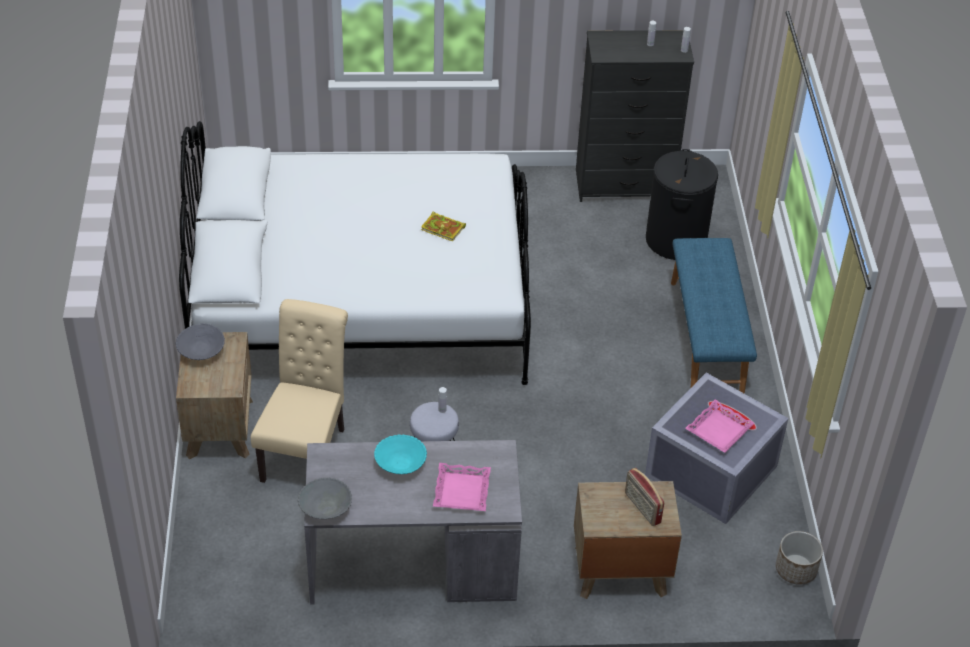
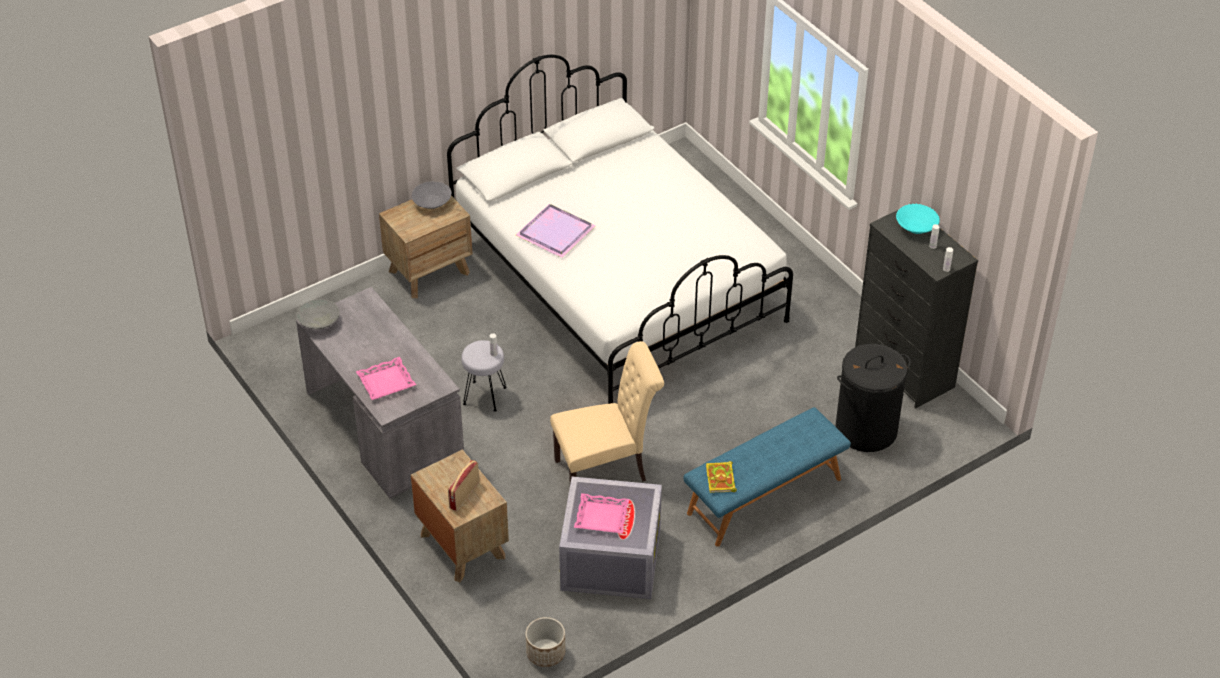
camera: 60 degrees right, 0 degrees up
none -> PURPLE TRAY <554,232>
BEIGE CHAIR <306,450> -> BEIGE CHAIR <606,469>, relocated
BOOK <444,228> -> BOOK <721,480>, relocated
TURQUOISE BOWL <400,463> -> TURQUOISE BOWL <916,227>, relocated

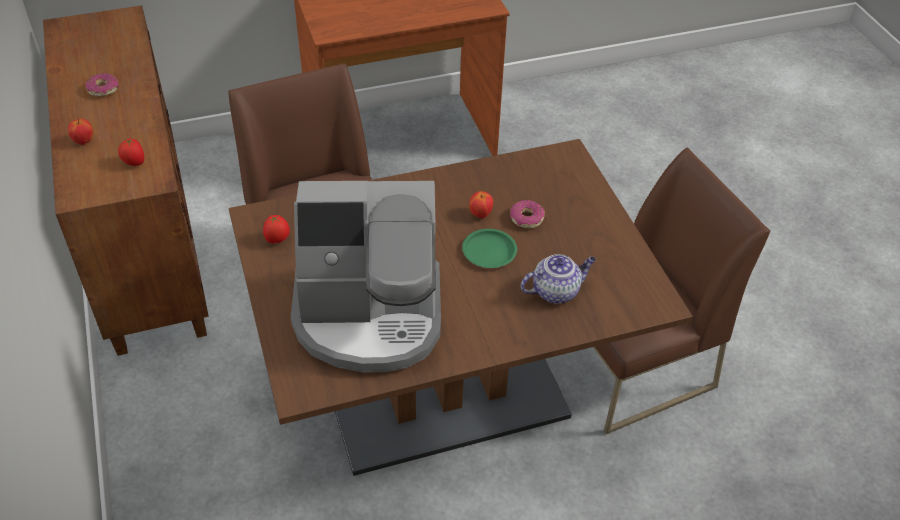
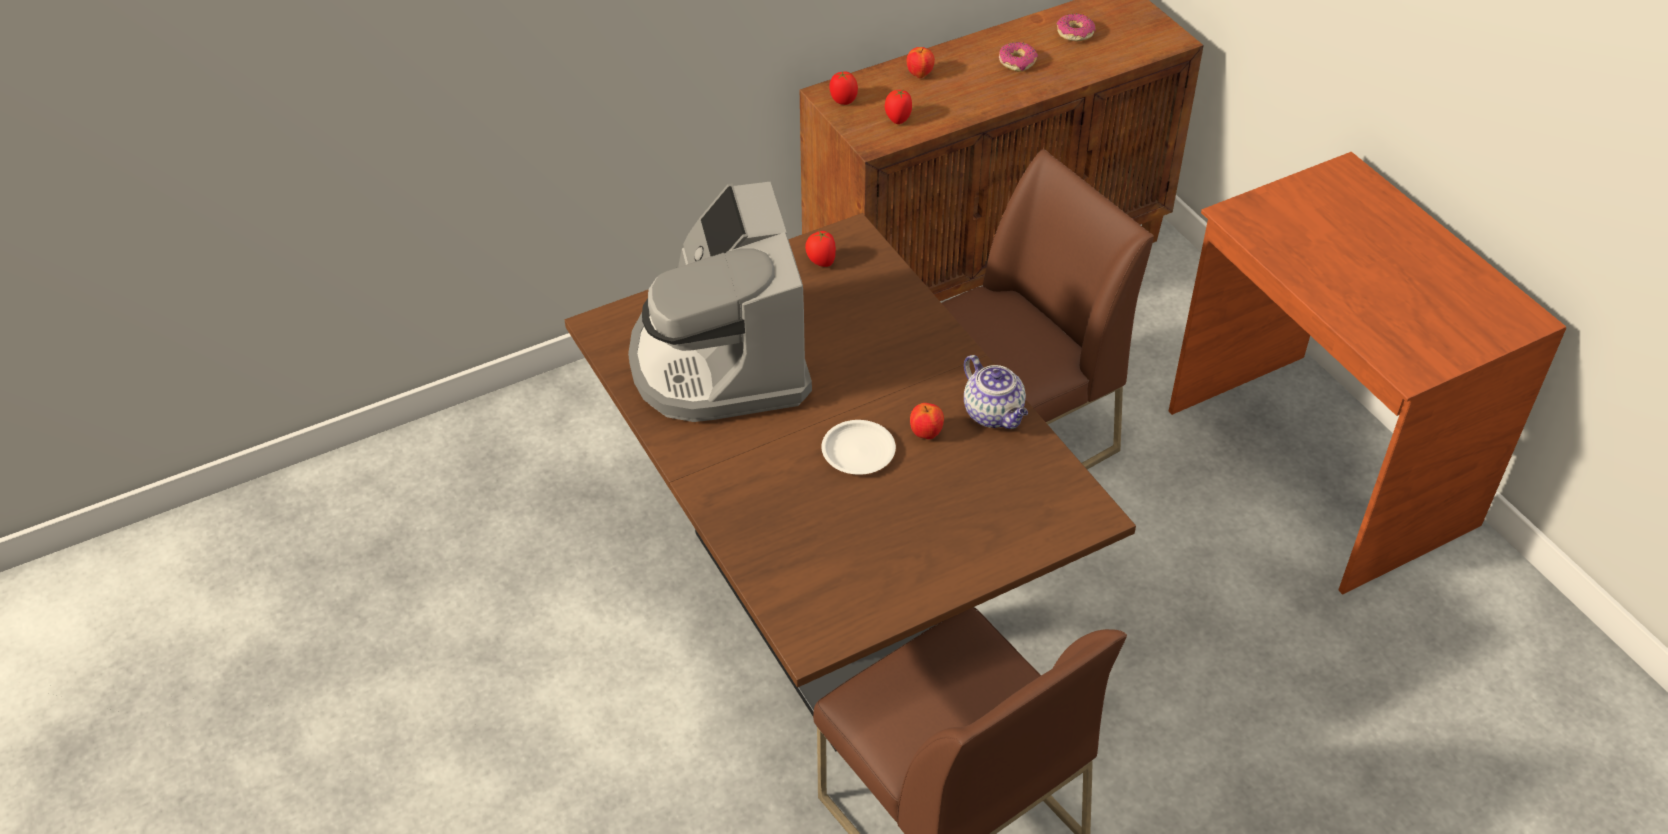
camera: 80 degrees right, 0 degrees up
GREEN PLATE <488,251> -> WHITE PLATE <858,451>
none -> TOMATO <843,101>
TEAPOT <556,291> -> TEAPOT <994,414>, relocated
DONUT <526,218> -> DONUT <1075,33>, relocated

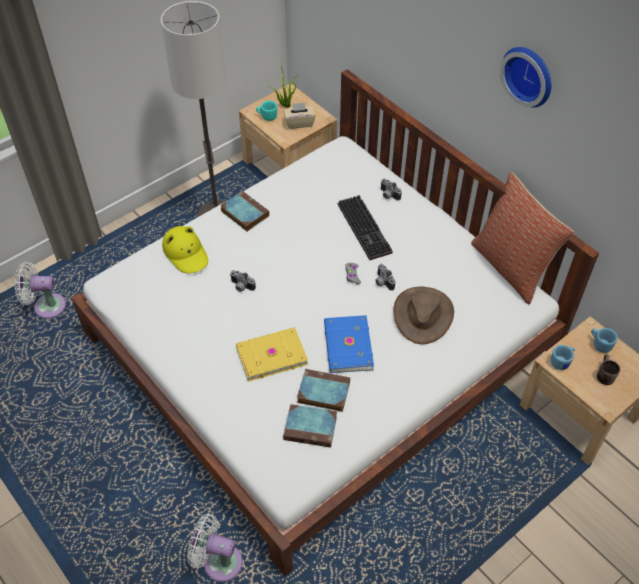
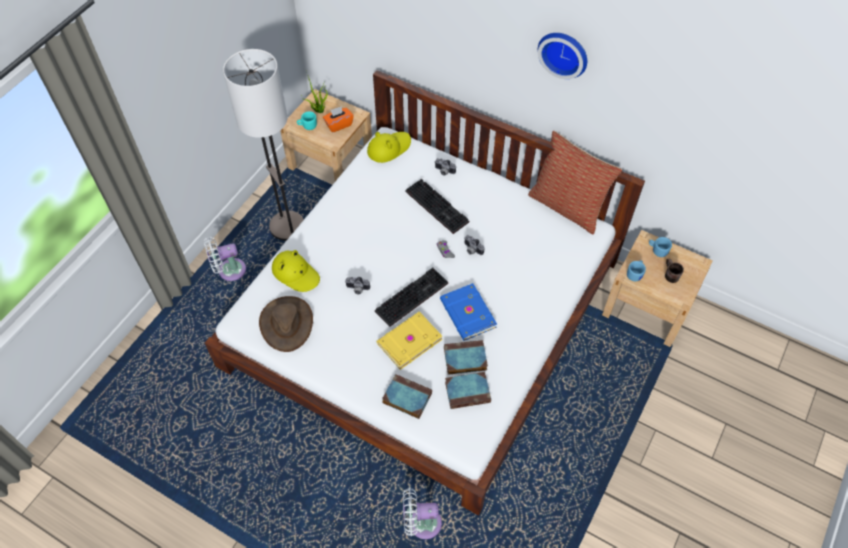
camera: 20 degrees left, 5 degrees up
WHITE FAN <46,306> -> WHITE FAN <229,271>, relocated
BROWN HAT <422,315> -> BROWN HAT <286,323>, relocated
BEIGE TISSUE BOX <299,123> -> ORANGE TISSUE BOX <339,124>
none -> YELLOW HAT <389,148>
none -> KEYBOARD <411,295>
BOOK <244,213> -> BOOK <406,398>, relocated

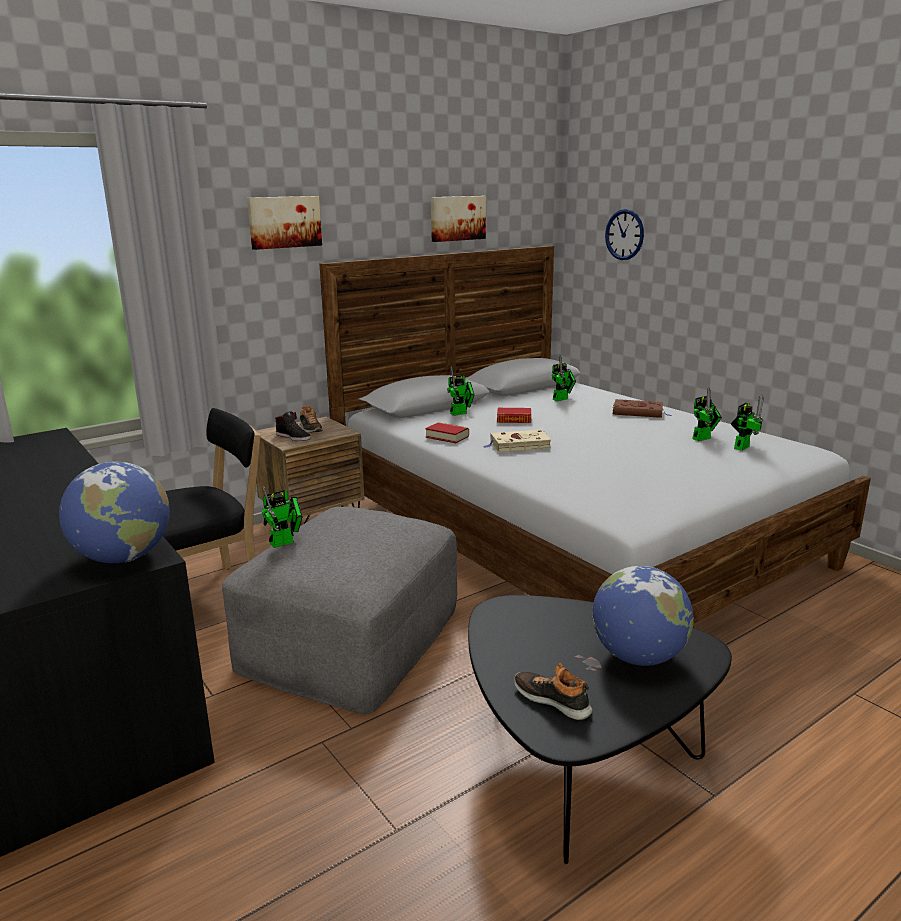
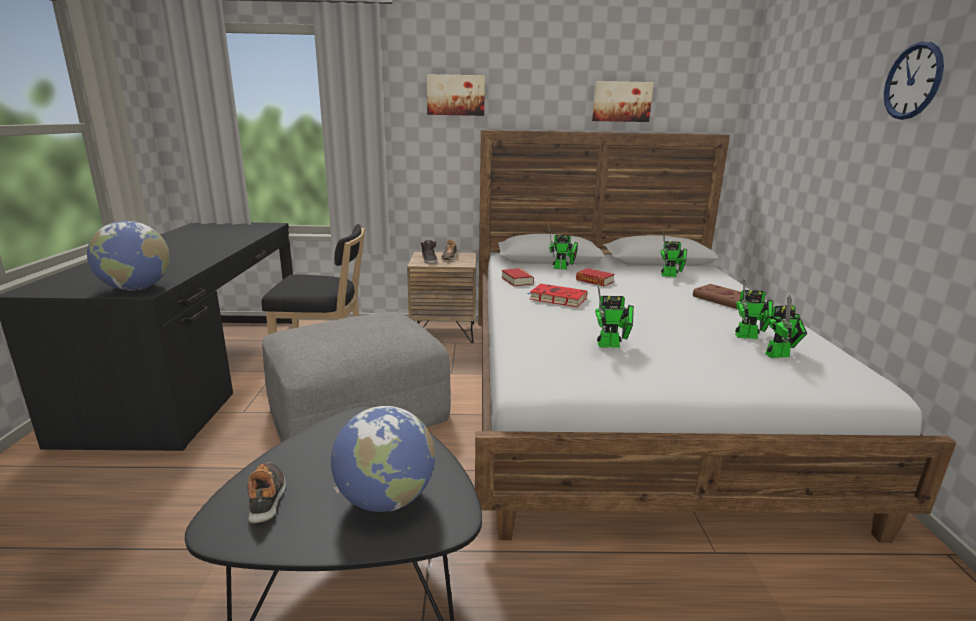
camera: 35 degrees right, 0 degrees up
BEIGE BOOK <518,445> -> RED BOOK <556,298>
TOY ROBOT <285,542> -> TOY ROBOT <612,345>, relocated
WALL CLOCK <624,234> -> WALL CLOCK <913,81>, relocated

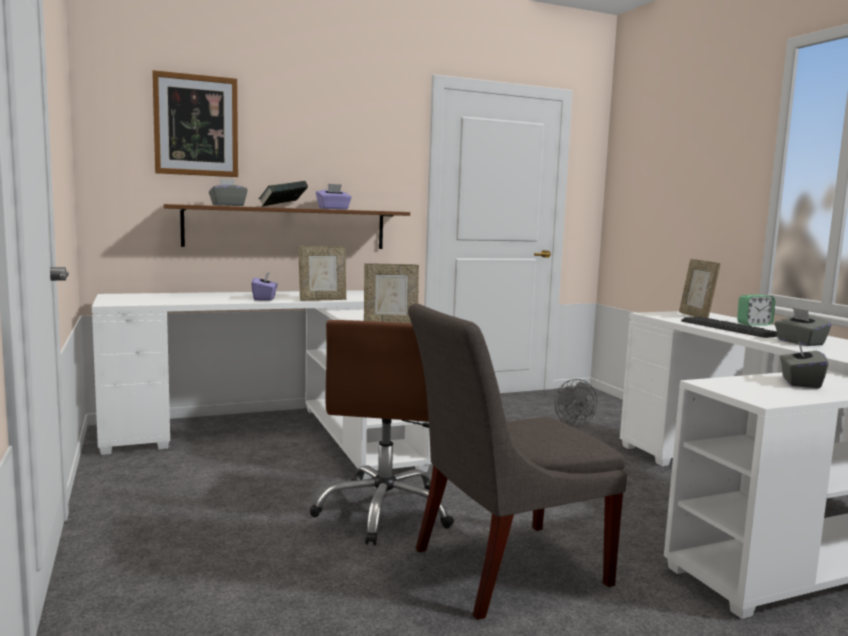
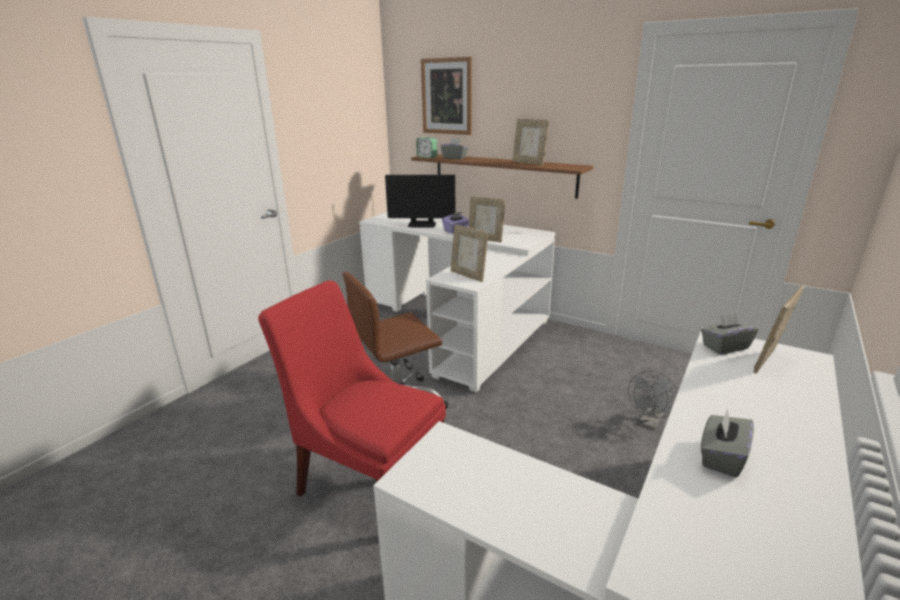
camera: 55 degrees right, 15 degrees up
GREY CHAIR <502,568> -> RED CHAIR <367,479>
none -> MONITOR <422,225>
ALARM CLOCK <754,324> -> ALARM CLOCK <427,157>, relocated
PURPLE TISSUE BOX <333,209> -> PICTURE FRAME <529,163>
GREY TISSUE BOX <800,382> -> GREY TISSUE BOX <724,347>, relocated
BOOK <283,207> -> none
KEYBOARD <729,328> -> none

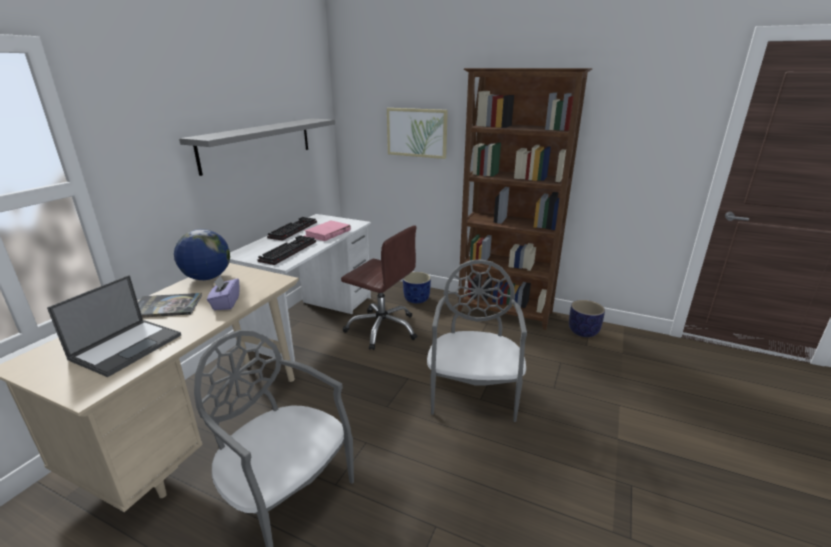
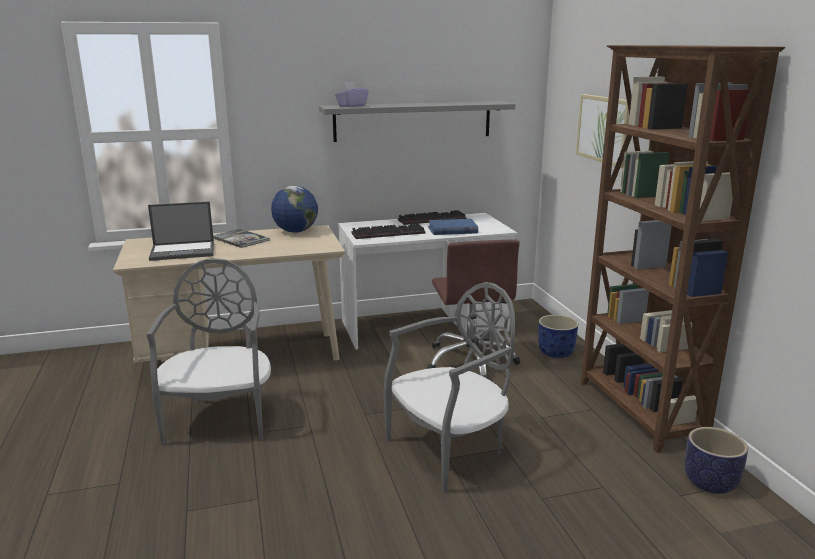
camera: 50 degrees right, 5 degrees down
PURPLE TISSUE BOX <226,303> -> PURPLE TISSUE BOX <352,106>, relocated
PINK BOOK <328,233> -> BLUE BOOK <452,230>

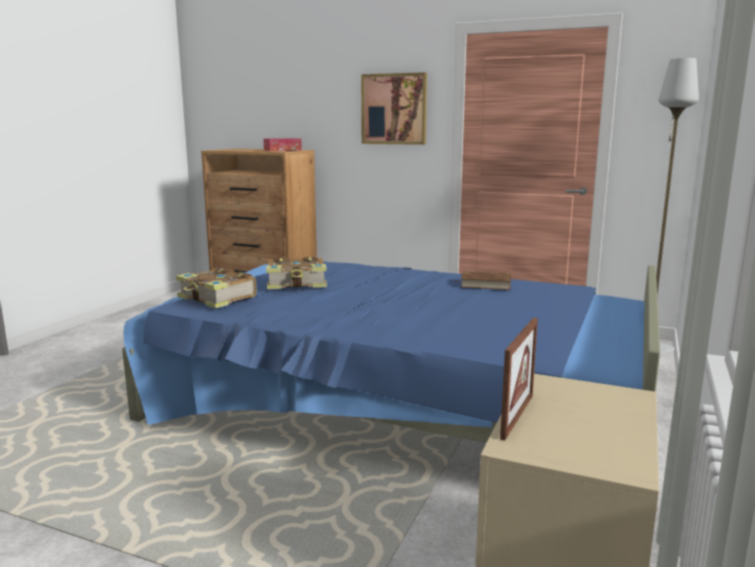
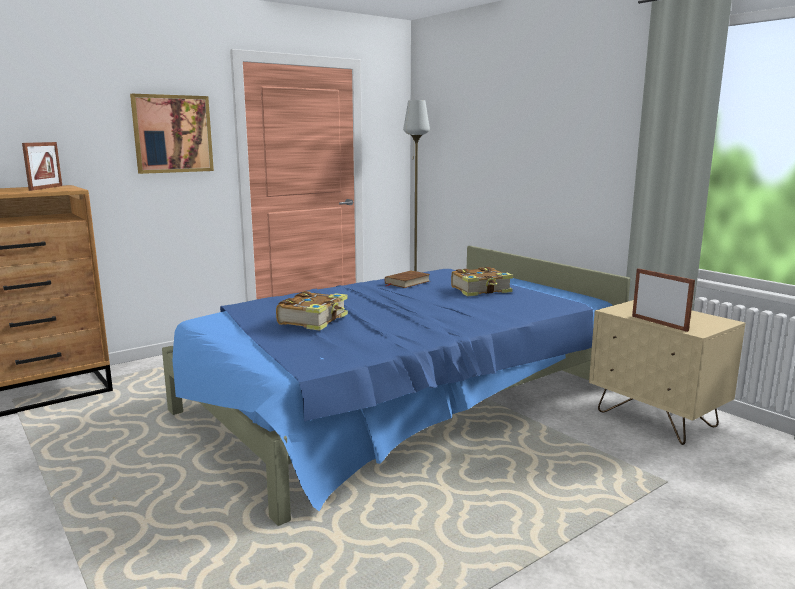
camera: 60 degrees left, 0 degrees up
TISSUE BOX <282,150> -> PICTURE FRAME <46,188>
BOOK <217,298> -> BOOK <481,290>, relocated

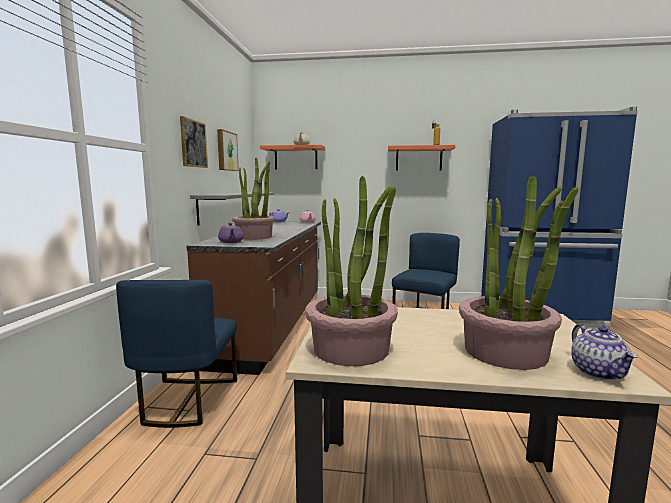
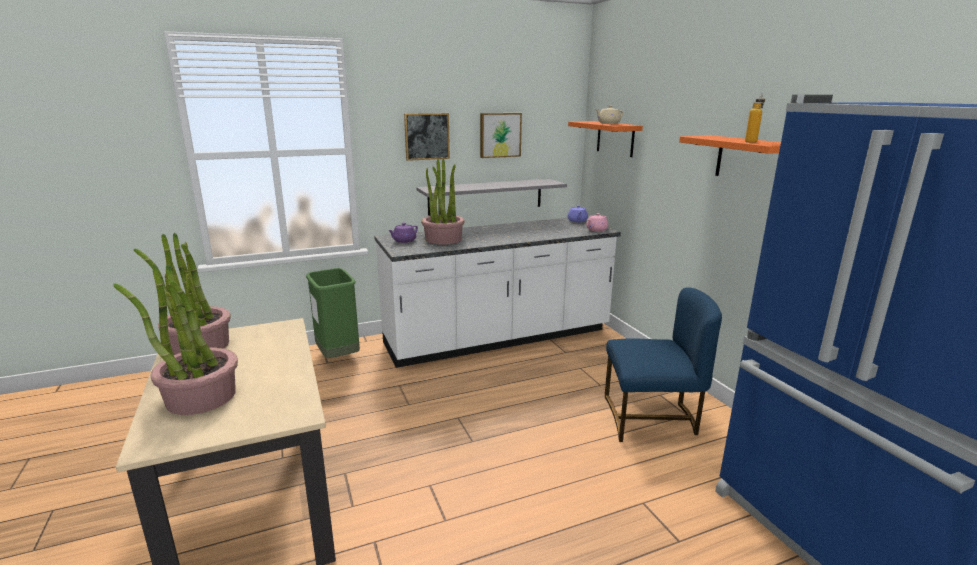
camera: 60 degrees right, 10 degrees up
BLUE CHAIR <186,401> -> GREEN TRASH CAN <338,357>
BROWN COUNTER <273,327> -> WHITE COUNTER <498,338>
TEAPOT <599,372> -> none

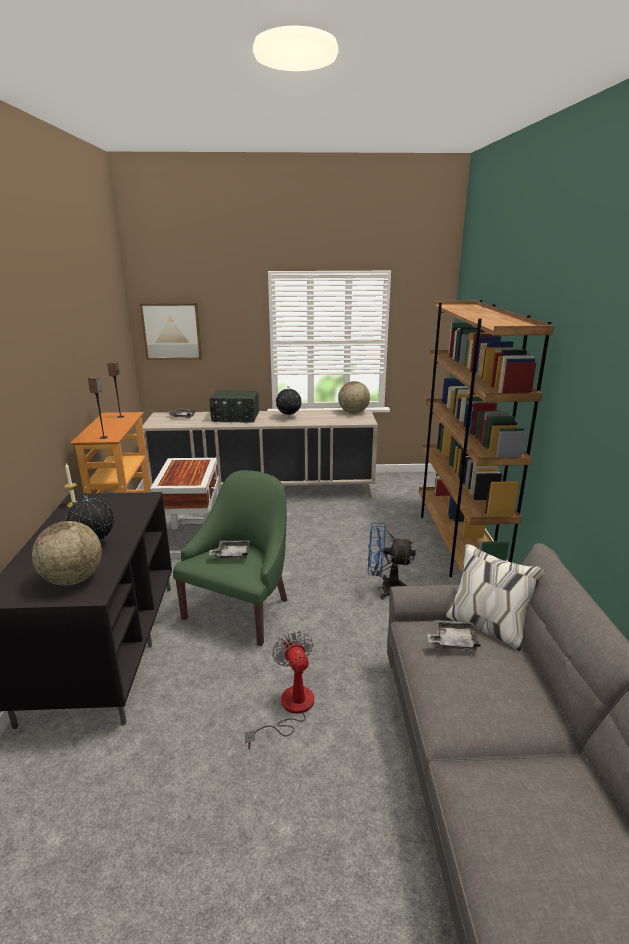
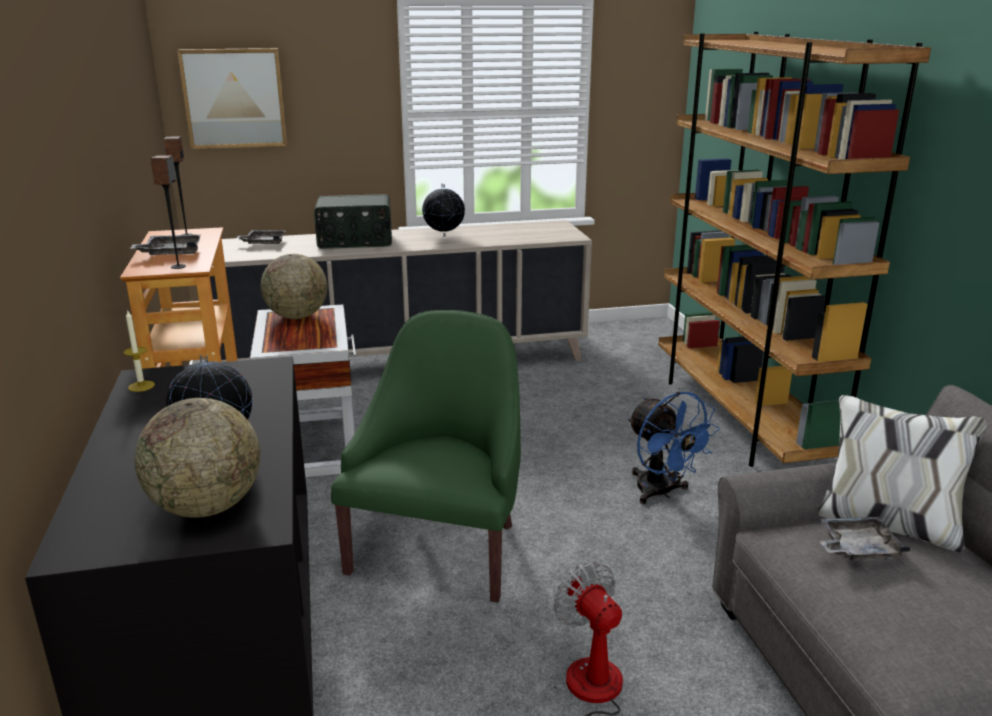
camera: 10 degrees left, 0 degrees up
GREY TRAY <232,554> -> GREY TRAY <171,253>, relocated
GLOBE <353,412> -> GLOBE <297,316>, relocated
BLUE FAN <386,588> -> BLUE FAN <661,493>, 120 degrees counterclockwise

